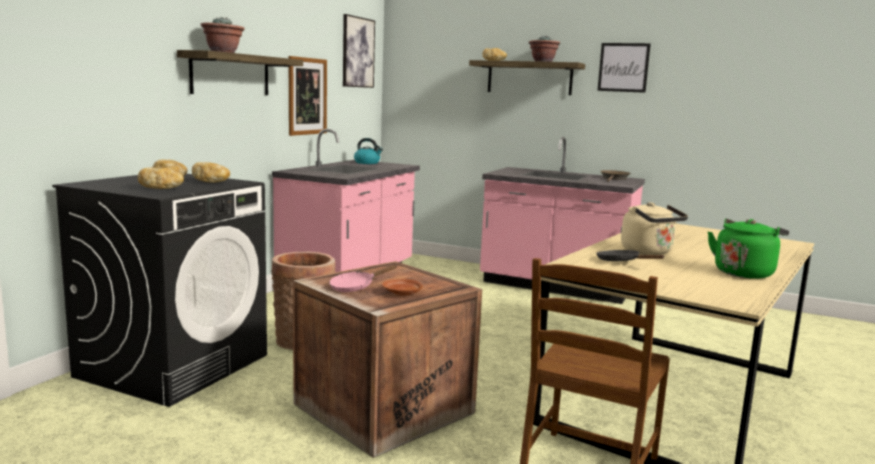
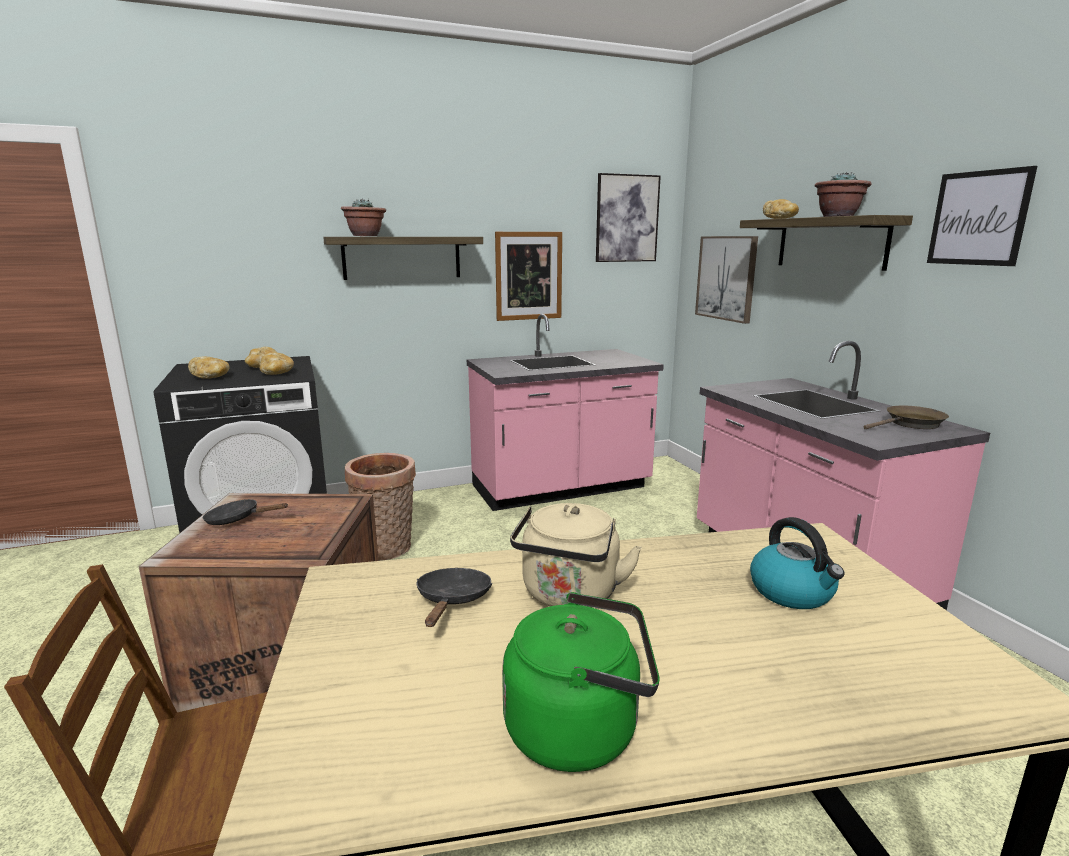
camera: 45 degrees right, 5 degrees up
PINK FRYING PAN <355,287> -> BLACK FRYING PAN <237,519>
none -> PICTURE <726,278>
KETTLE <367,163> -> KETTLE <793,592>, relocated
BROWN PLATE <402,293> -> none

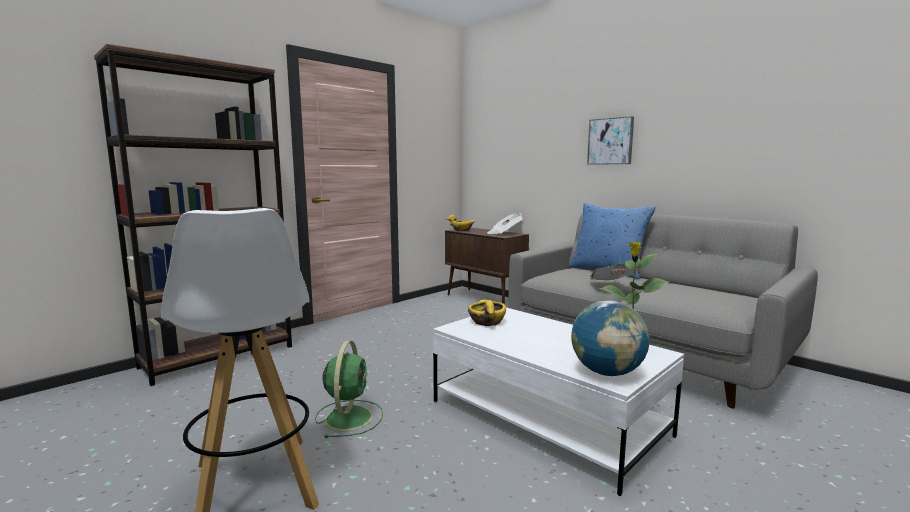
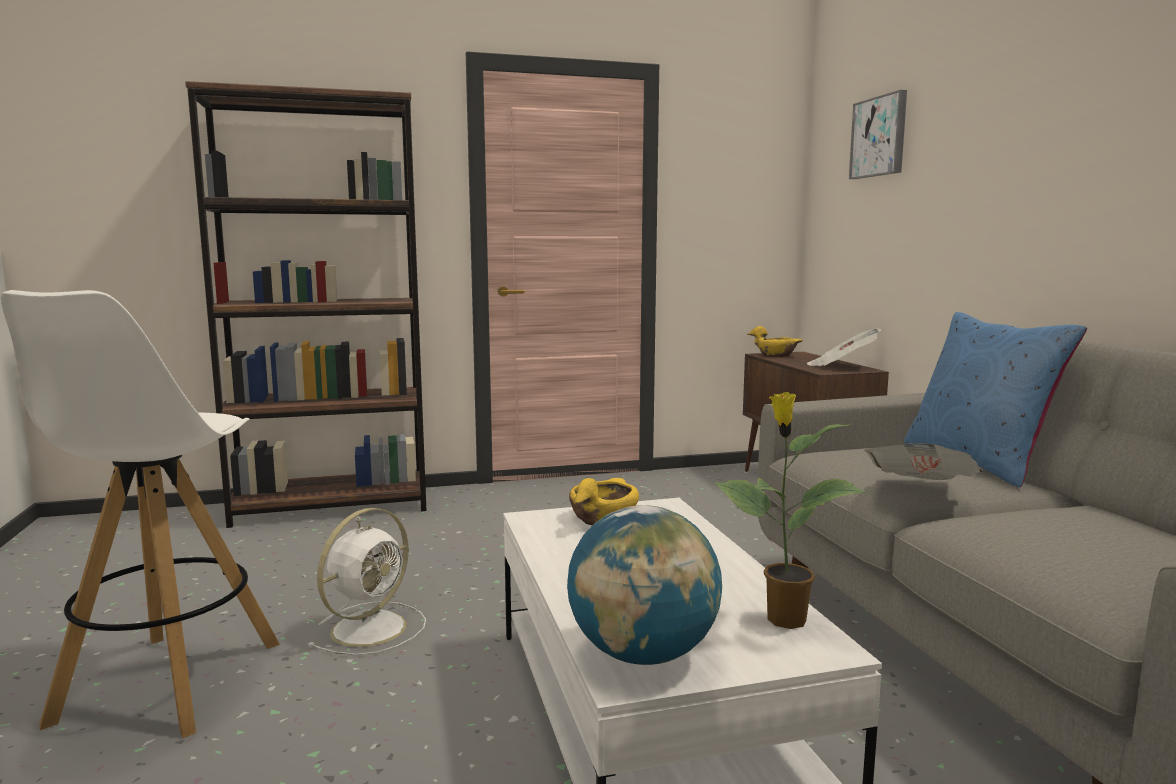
camera: 30 degrees right, 0 degrees up
GREEN FAN <349,417> -> WHITE FAN <371,627>
PICTURE <610,141> -> PICTURE <879,137>, relocated

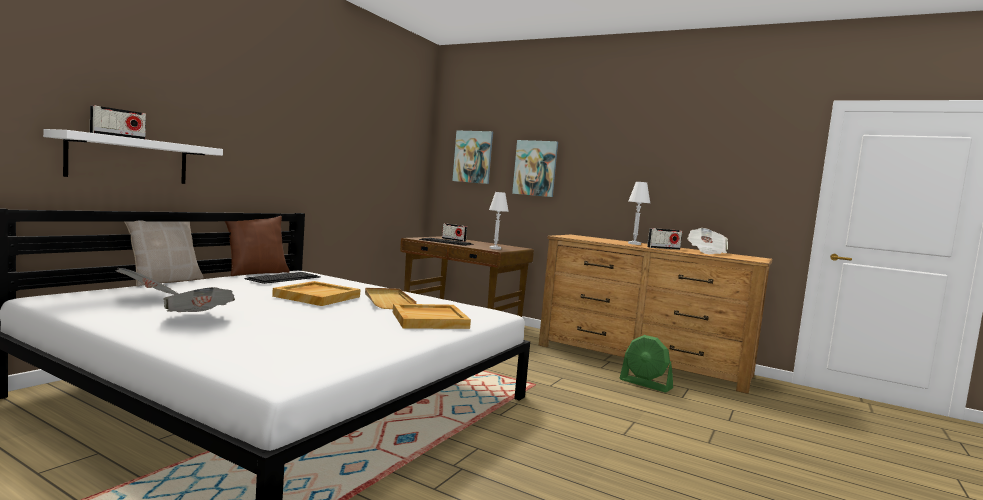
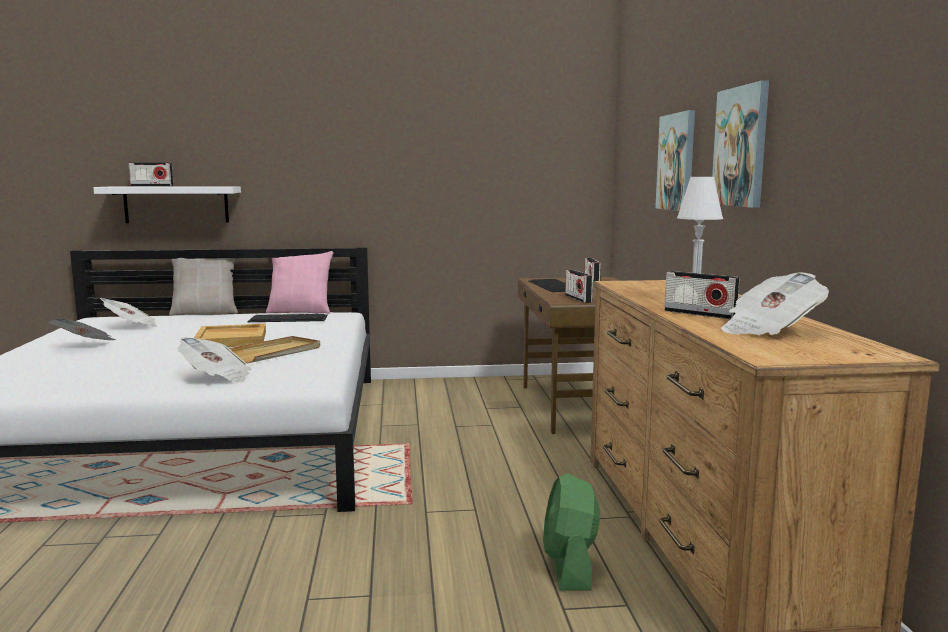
camera: 55 degrees right, 5 degrees up
BEIGE TRAY <430,320> -> NEWSPAPER <217,378>
BROWN PILLOW <256,273> -> PINK PILLOW <301,311>
WHITE TABLE LAMP <495,248> -> RADIO <578,299>
PICTURE <473,157> -> PICTURE <741,147>, relocated

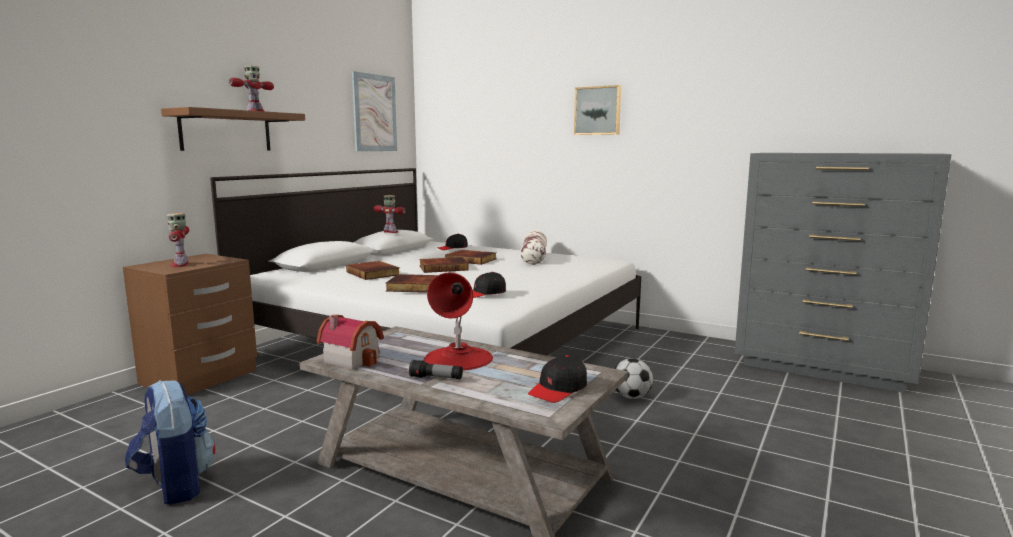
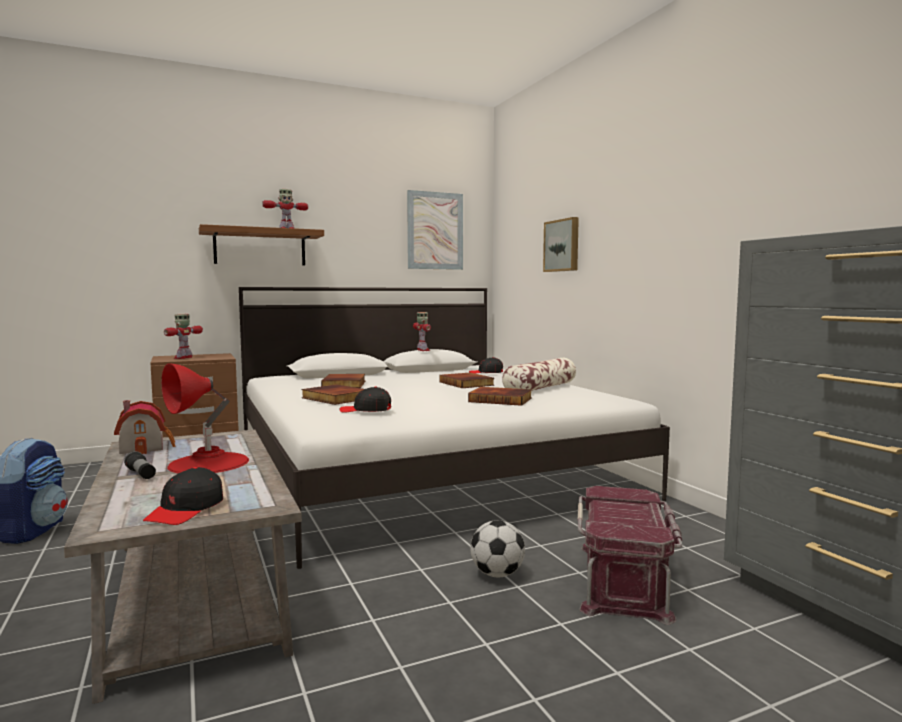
camera: 35 degrees right, 5 degrees down
BLACK CAP <558,389> -> BLACK CAP <186,510>, 60 degrees counterclockwise
BOOK <443,268> -> BOOK <501,399>, relocated
PICTURE <598,111> -> PICTURE <562,245>, relocated
none -> RED STORAGE BOX <625,580>

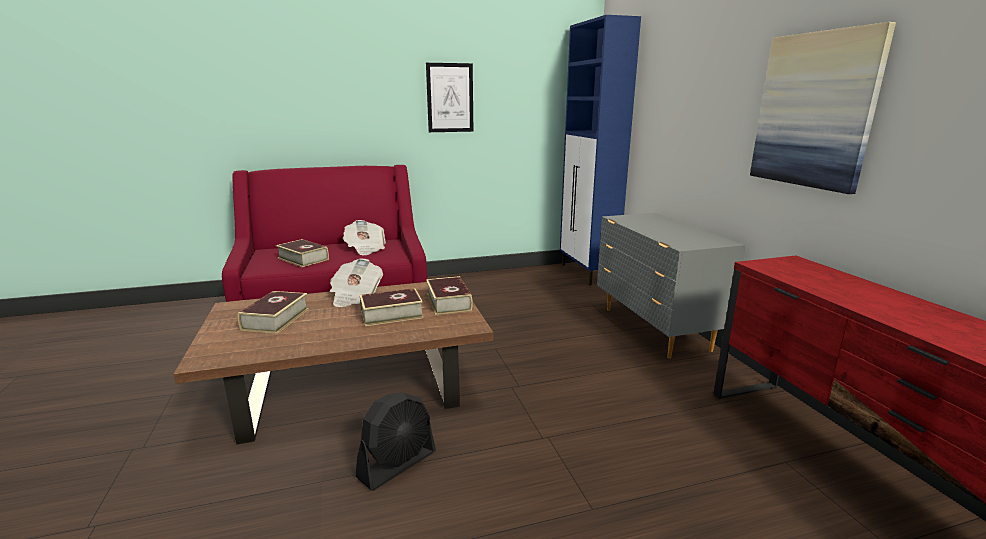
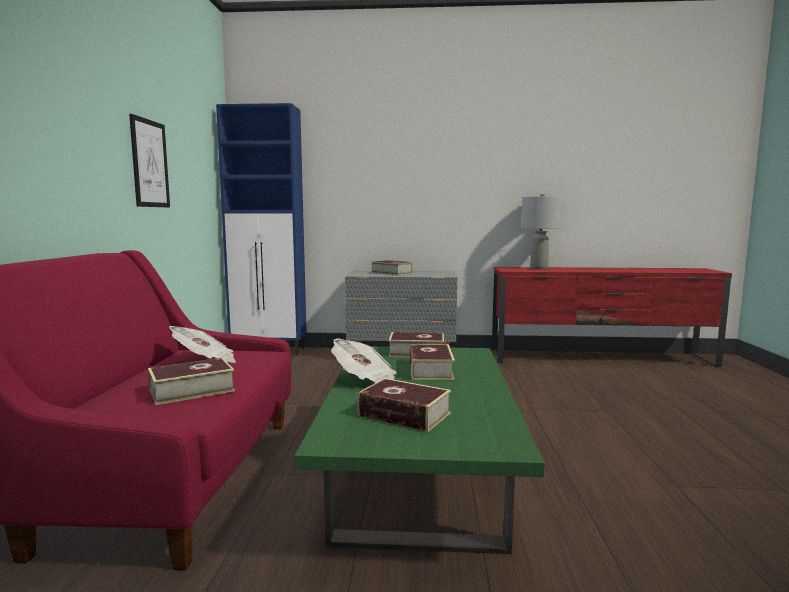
camera: 70 degrees left, 10 degrees down
BROWN COFFEE TABLE <354,387> -> GREEN COFFEE TABLE <417,475>
none -> BOOK <391,273>
none -> GREY TABLE LAMP <539,268>
BLACK FAN <397,464> -> none
PICTURE <814,110> -> none

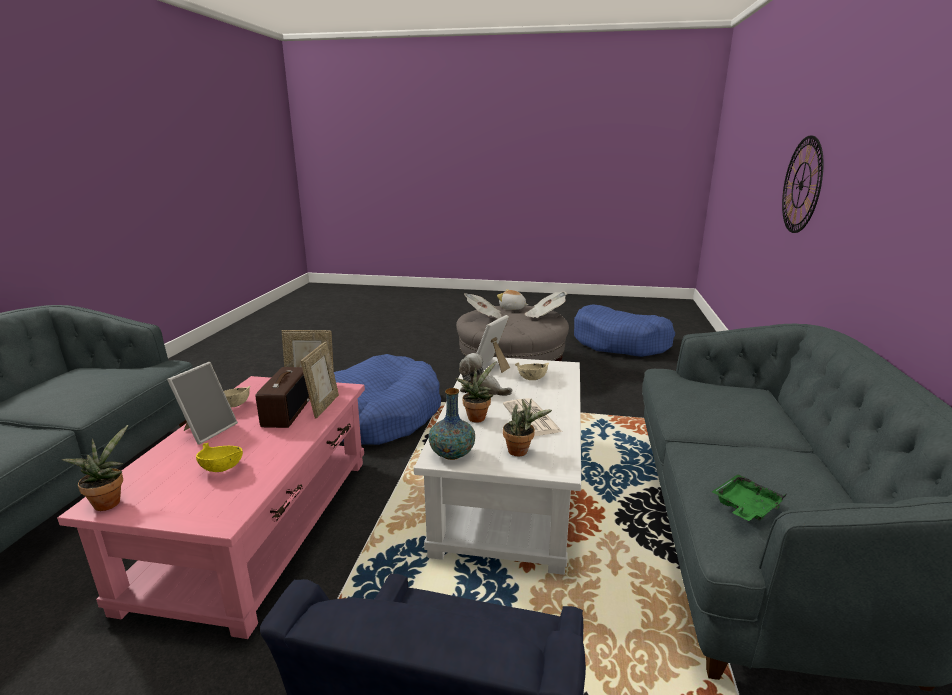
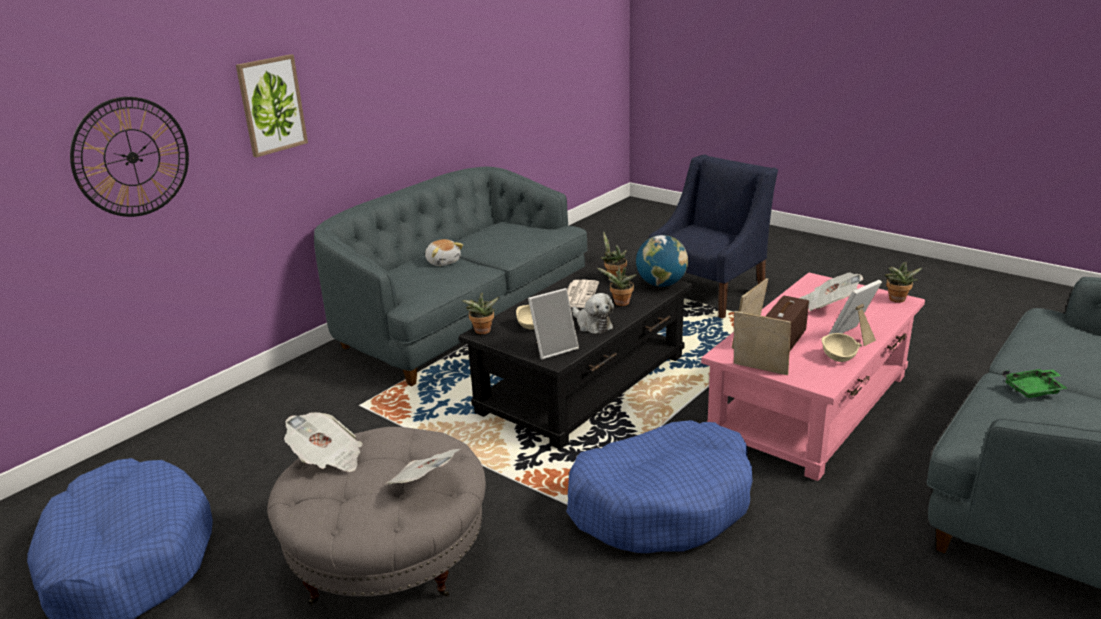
camera: 150 degrees left, 5 degrees up
none -> PICTURE <271,105>
PLUSH TOY <512,308> -> PLUSH TOY <443,262>, relocated
WHITE COFFEE TABLE <509,487> -> BLACK COFFEE TABLE <584,384>
none -> POTTED PLANT <482,332>
VASE <452,454> -> GLOBE <661,284>
YELLOW BOWL <223,468> -> NEWSPAPER <827,305>
GREEN TRAY <745,507> -> GREEN TRAY <1034,390>, relocated

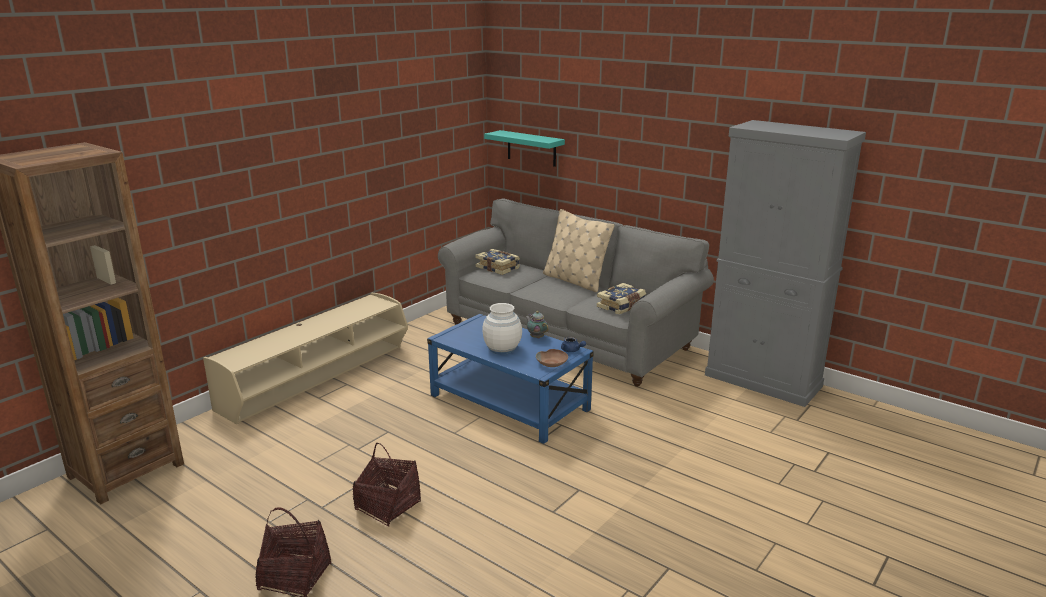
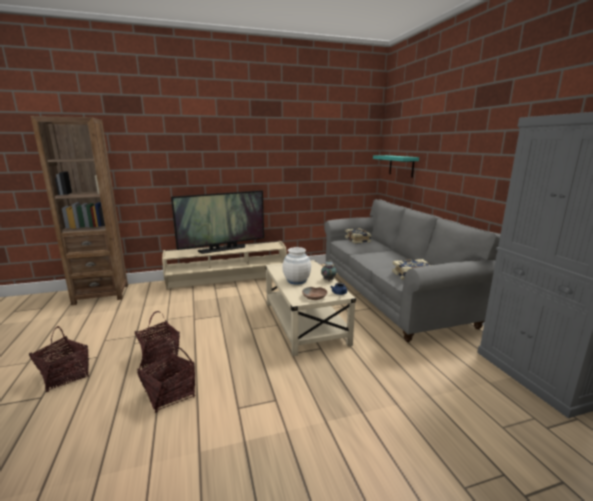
camera: 35 degrees right, 5 degrees down
none -> BASKET <170,394>
none -> TELEVISION <223,249>
BLUE COFFEE TABLE <509,403> -> BEIGE COFFEE TABLE <305,323>
BEIGE PILLOW <575,281> -> none

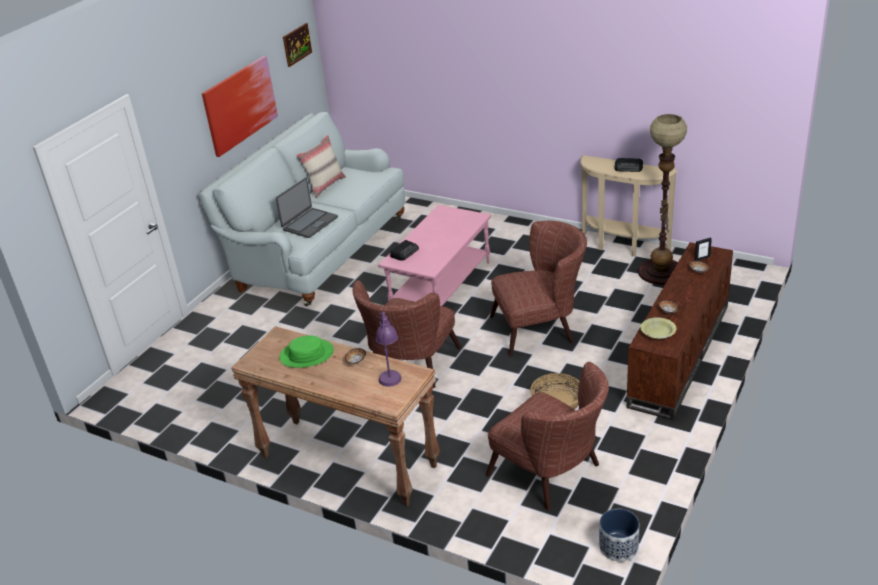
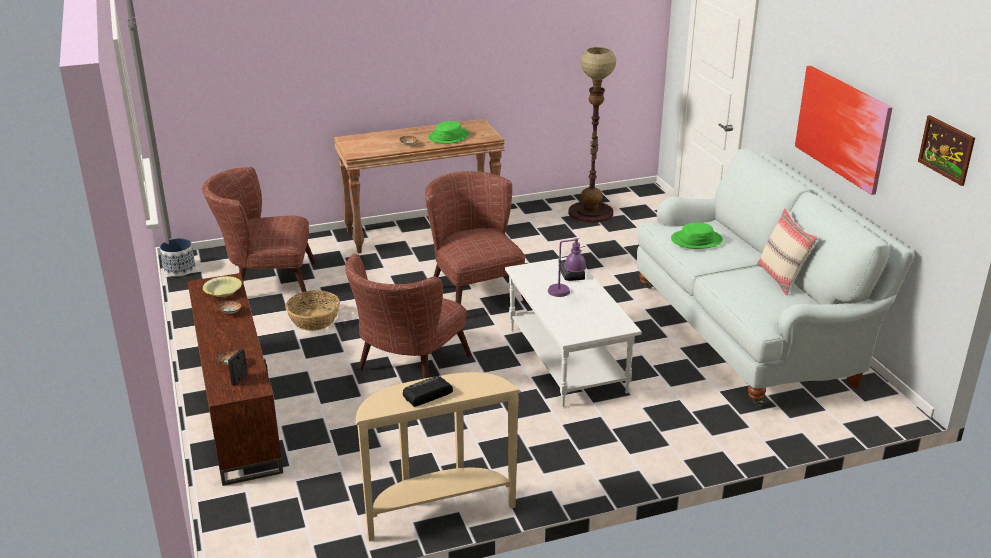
camera: 130 degrees right, 5 degrees down
PINK COFFEE TABLE <440,285> -> WHITE COFFEE TABLE <568,360>
PURPLE TABLE LAMP <390,372> -> PURPLE TABLE LAMP <566,294>, relocated
FLOOR LAMP <660,272> -> FLOOR LAMP <591,213>, relocated
LAPTOP <309,223> -> GREEN HAT <696,240>

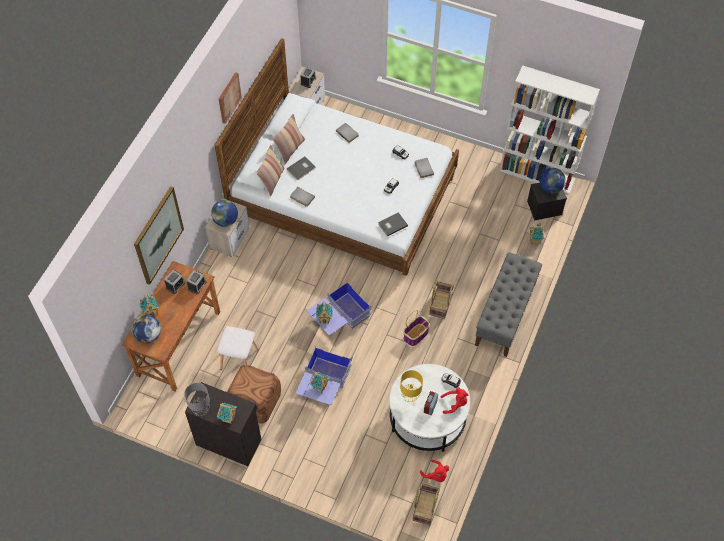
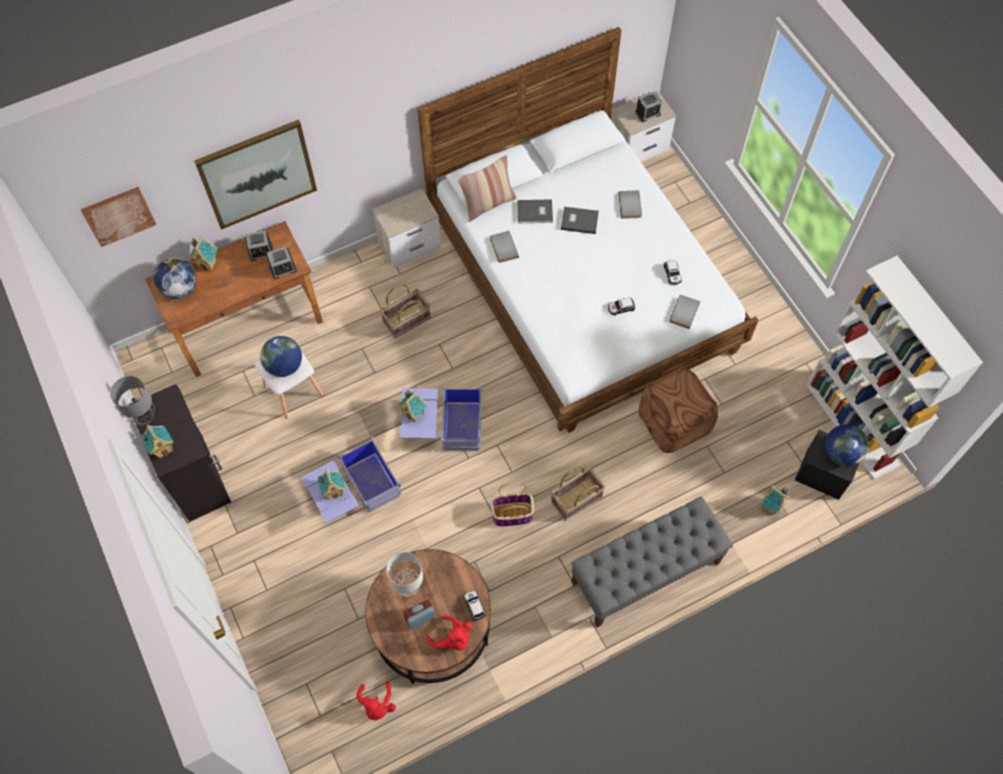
camera: 40 degrees right, 5 degrees up
PICTURE <228,97> -> PICTURE <118,215>, relocated
GLOBE <226,221> -> GLOBE <284,366>, relocated
WHITE COFFEE TABLE <427,418> -> BROWN COFFEE TABLE <432,627>
BASKET <424,507> -> BASKET <406,319>, relocated
YELLOW TABLE LAMP <409,397> -> GREY TABLE LAMP <408,586>
GREY BOOK <392,224> -> GREY BOOK <579,220>, relocated
BROWN OTTOMAN <255,401> -> BROWN OTTOMAN <674,422>, relocated
PILLOW <290,150> -> none

